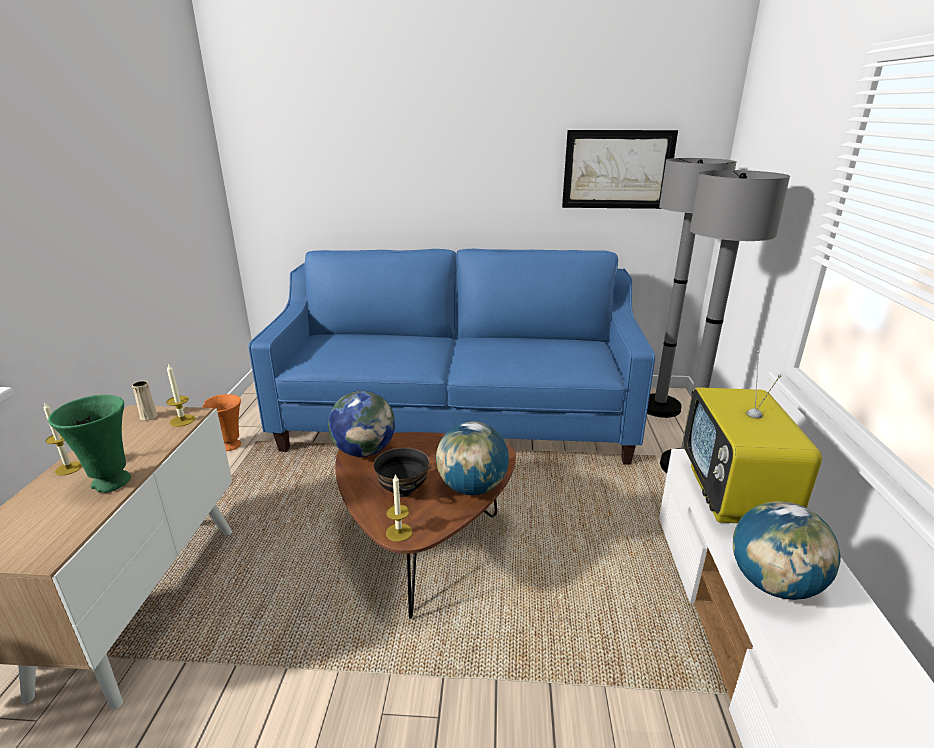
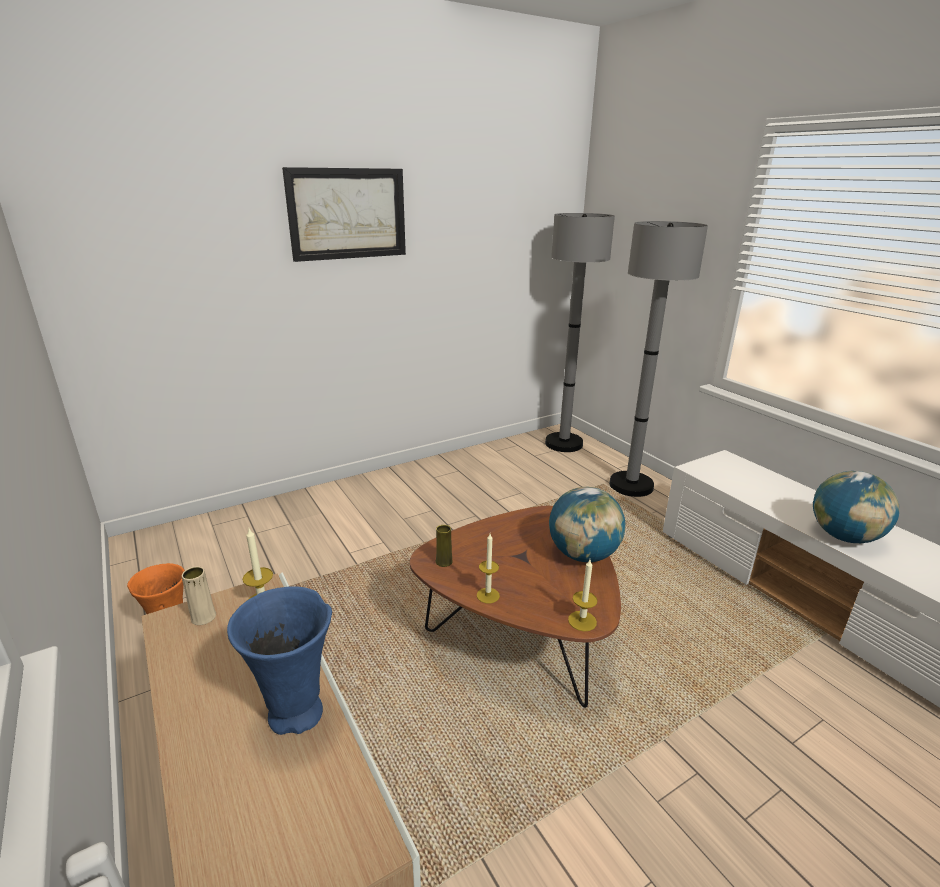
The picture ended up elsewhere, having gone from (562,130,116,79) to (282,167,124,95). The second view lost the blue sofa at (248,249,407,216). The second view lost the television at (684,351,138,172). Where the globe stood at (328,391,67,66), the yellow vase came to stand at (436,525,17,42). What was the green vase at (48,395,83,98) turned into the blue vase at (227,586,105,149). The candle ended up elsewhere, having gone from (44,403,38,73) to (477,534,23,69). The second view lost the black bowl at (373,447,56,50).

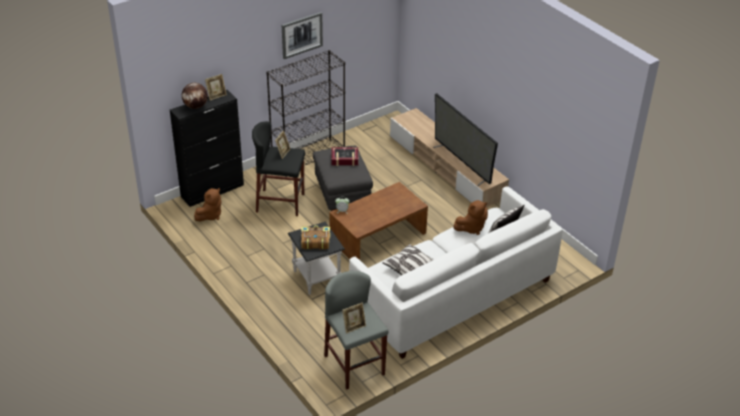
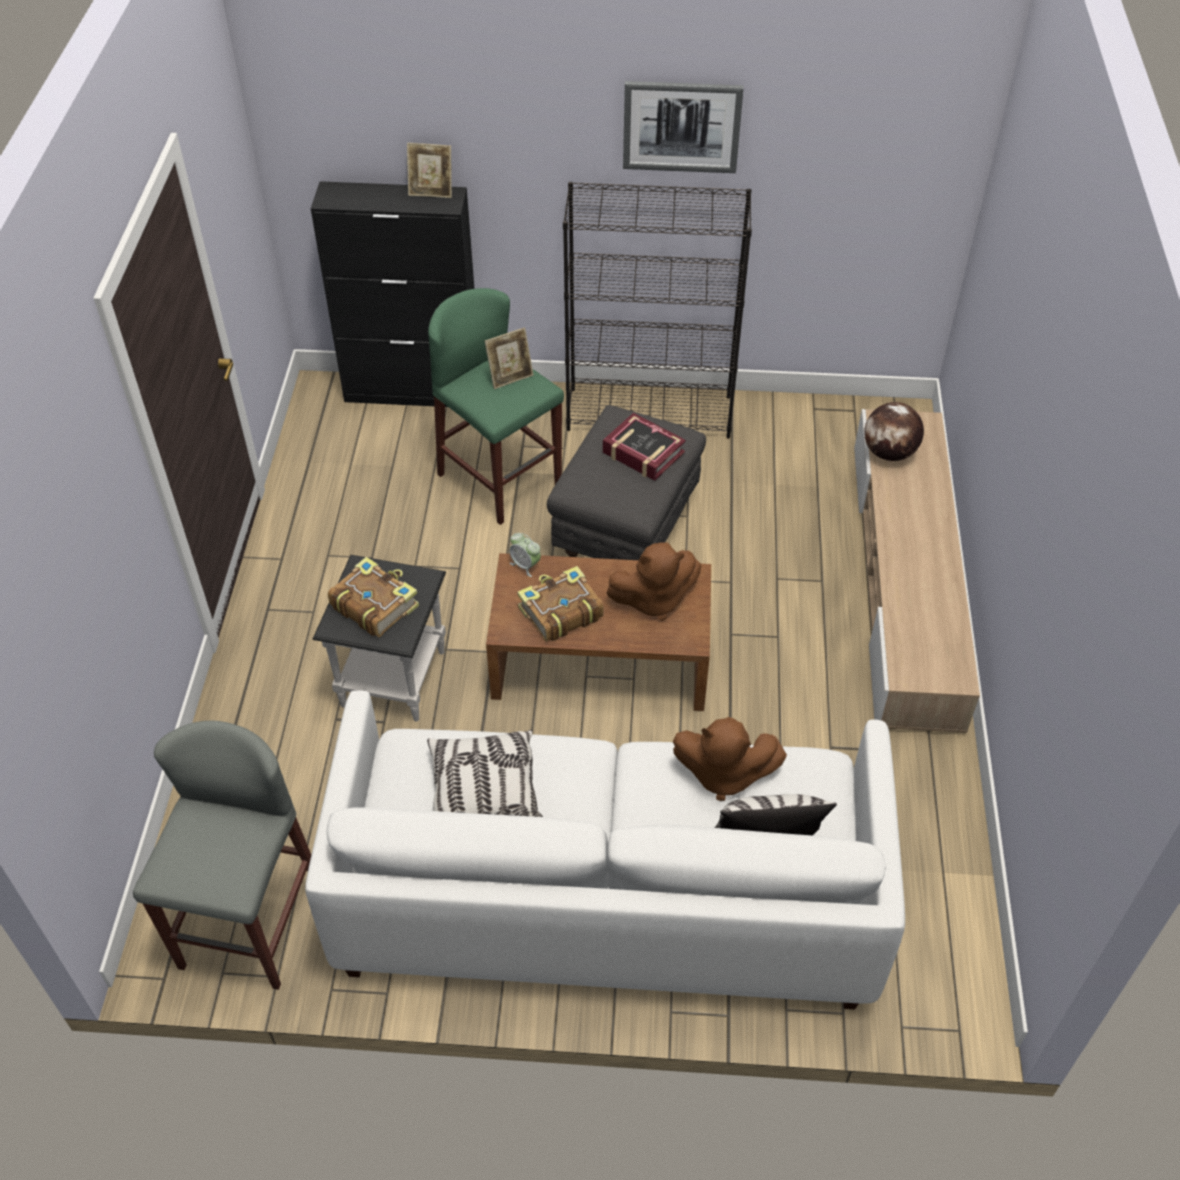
The globe ended up elsewhere, having gone from (182,83,26,26) to (864,402,60,59). The second view lost the television at (433,93,65,93). What was the black stool at (252,121,53,95) turned into the green stool at (428,288,136,237). The brown plush toy ended up elsewhere, having gone from (194,188,27,33) to (606,542,96,79). The second view lost the picture frame at (342,303,24,31). The second view gained the book at (517,566,87,76).

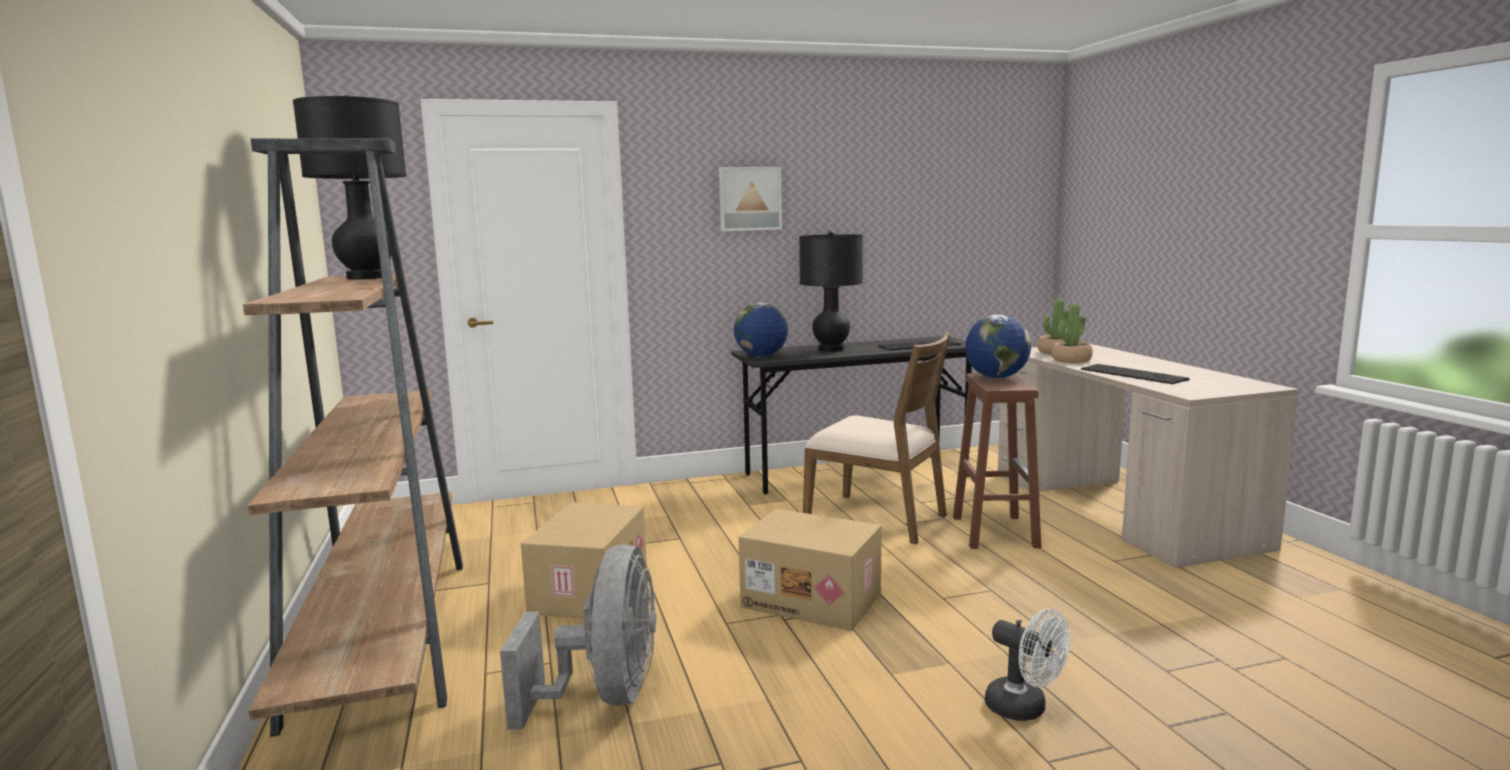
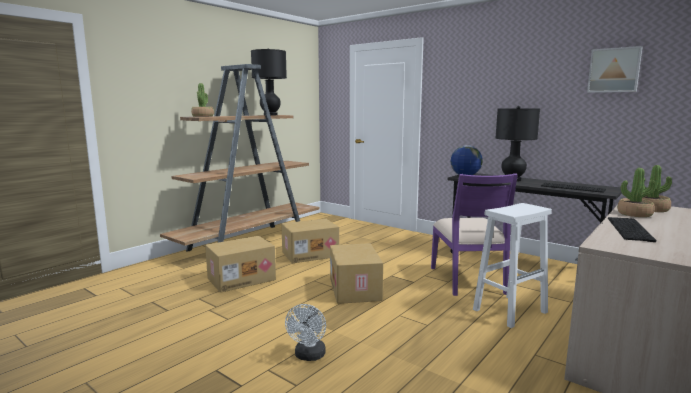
The picture ended up elsewhere, having gone from (719,167,63,64) to (587,46,56,47). The second view lost the globe at (965,315,66,63). What was the brown chair at (803,333,147,211) turned into the purple chair at (431,173,87,123). What was the brown stool at (953,373,88,176) turned into the white stool at (473,203,79,125). Where the grey fan stood at (500,544,156,185), the cardboard box came to stand at (205,236,71,57). The second view gained the potted plant at (191,83,23,34).

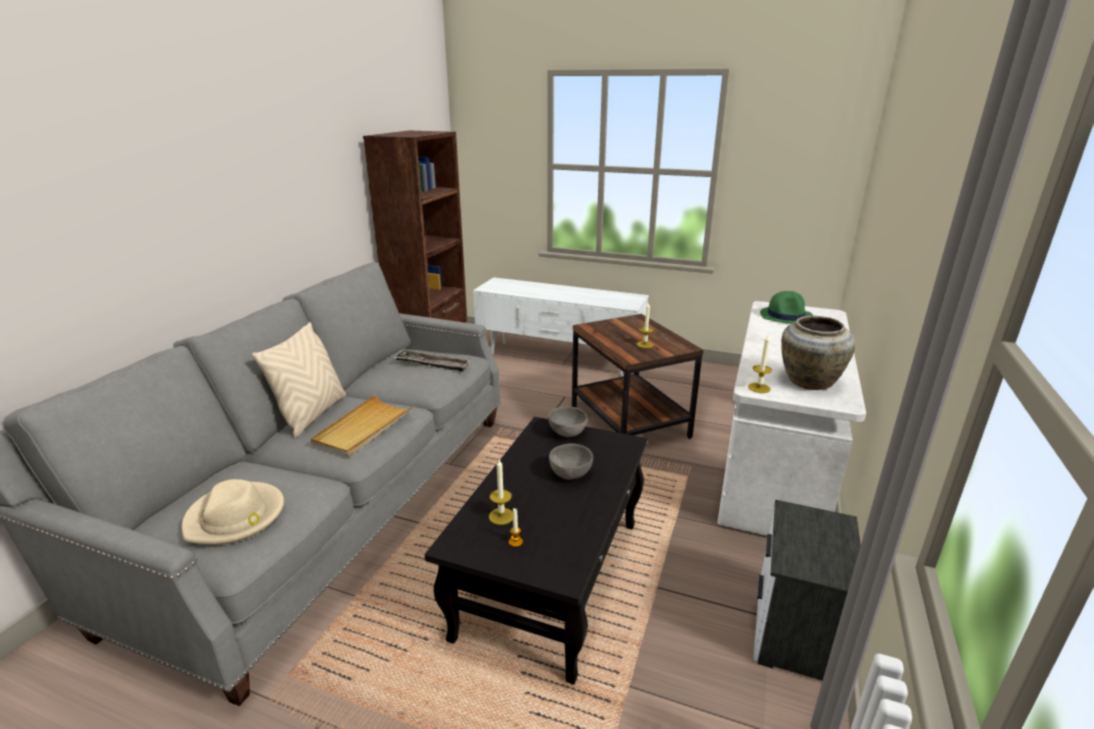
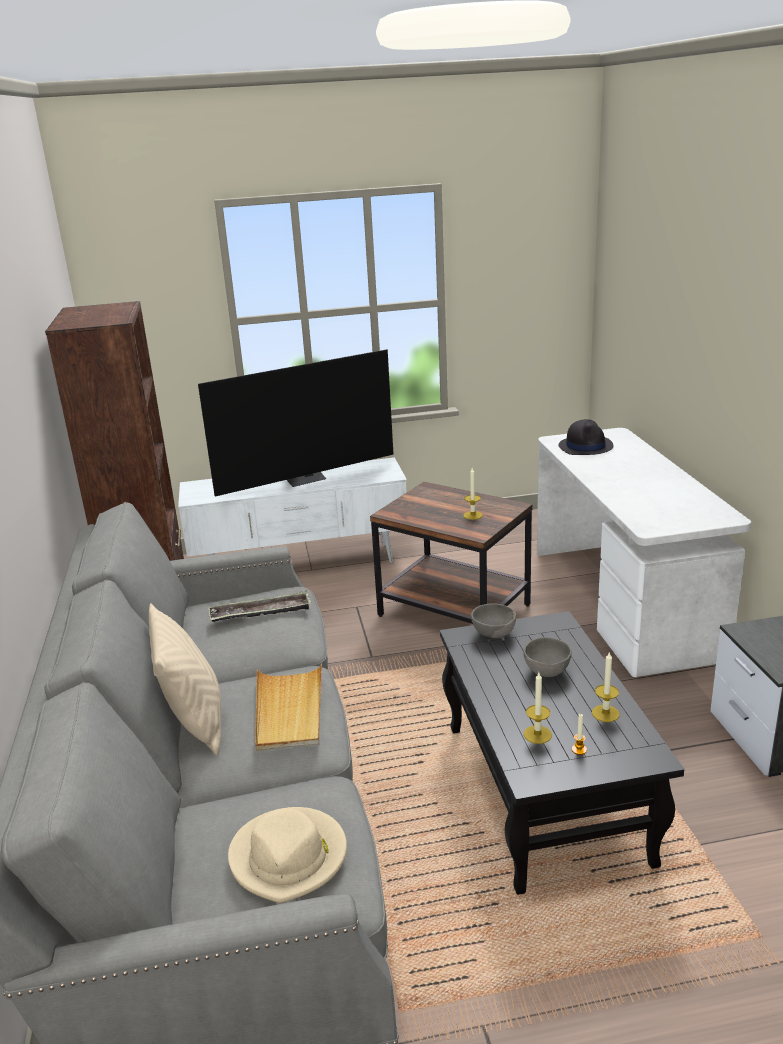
What was the green hat at (760,291,53,33) turned into the black hat at (558,419,56,36). The second view lost the beige vase at (781,316,74,74). The candle ended up elsewhere, having gone from (748,335,24,58) to (592,652,28,70). The second view gained the television at (198,349,196,148).

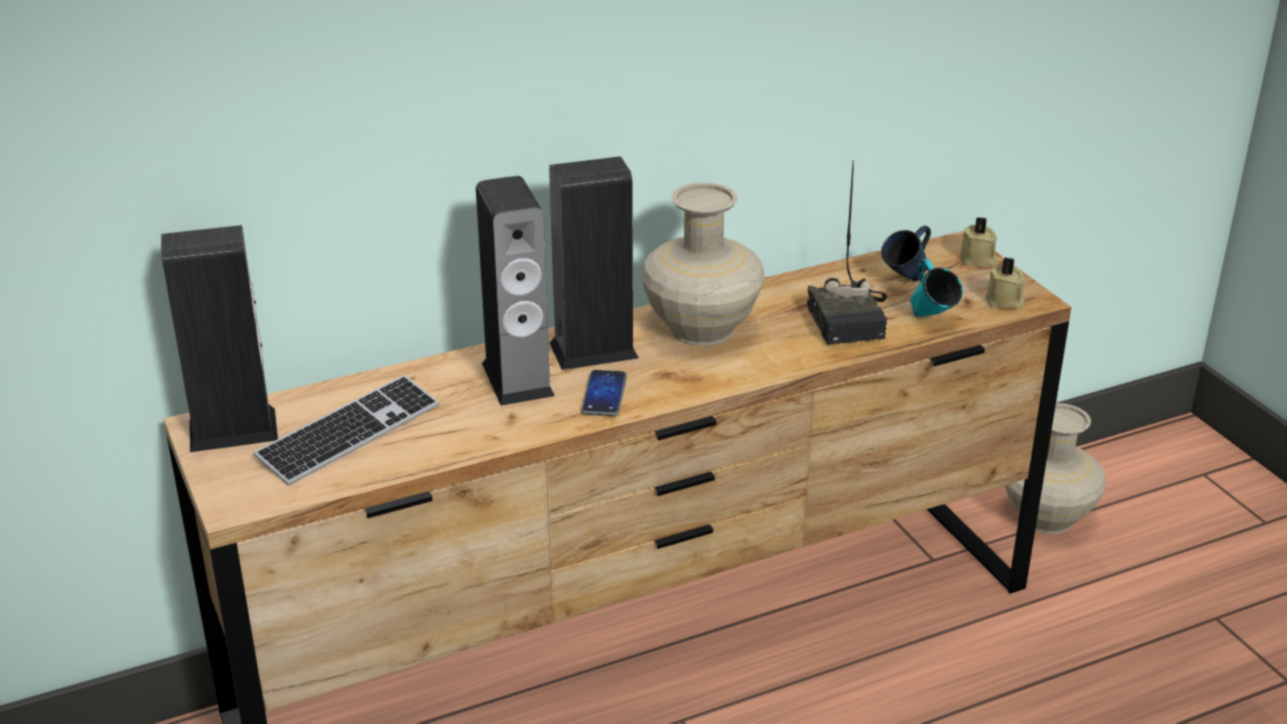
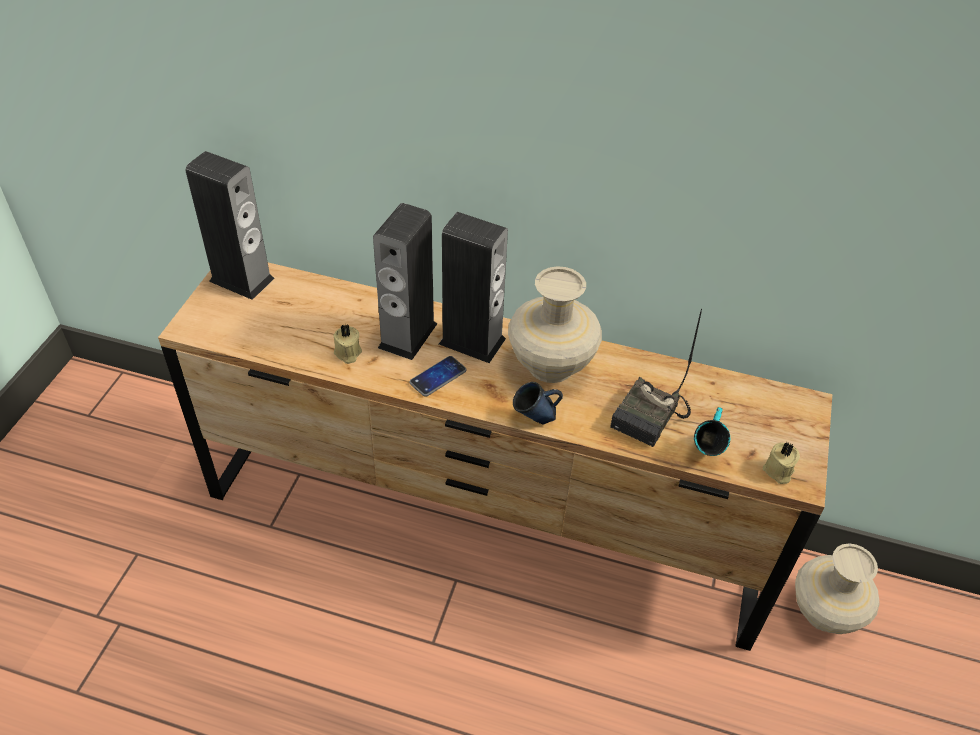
The beige candle ended up elsewhere, having gone from (959,217,38,49) to (334,324,28,40). The blue mug ended up elsewhere, having gone from (881,226,50,55) to (513,382,50,43). The second view lost the keyboard at (254,375,185,110).

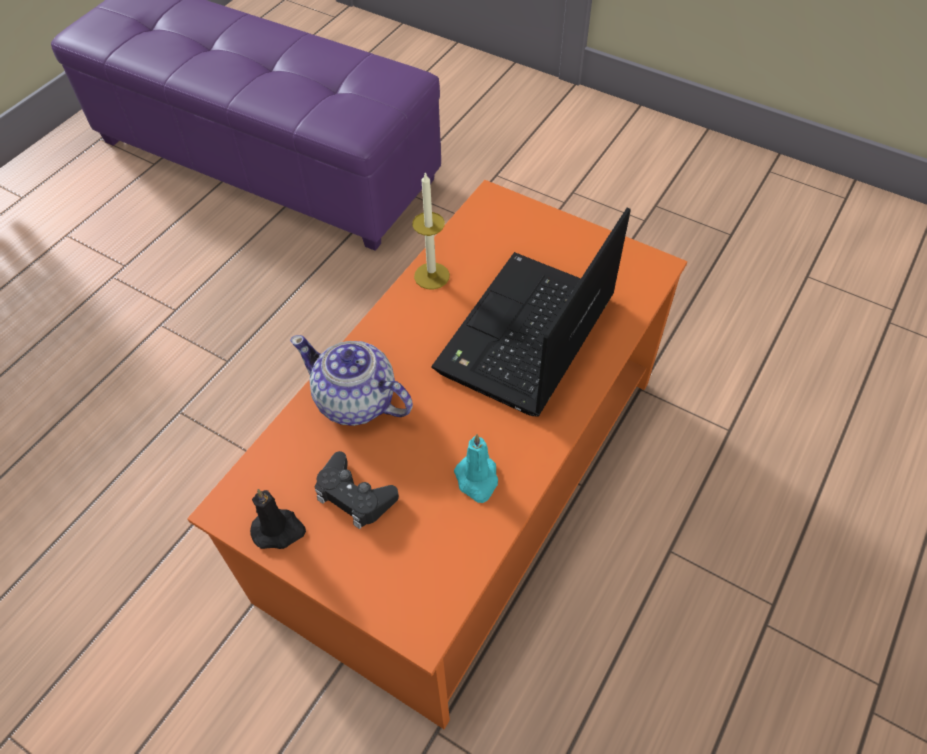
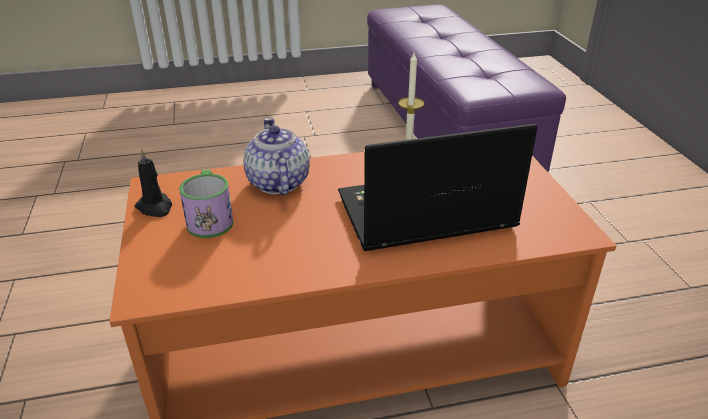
The second view lost the turquoise candle at (454,434,44,69). Where the black game controller stood at (315,451,84,78), the mug came to stand at (179,169,54,69).

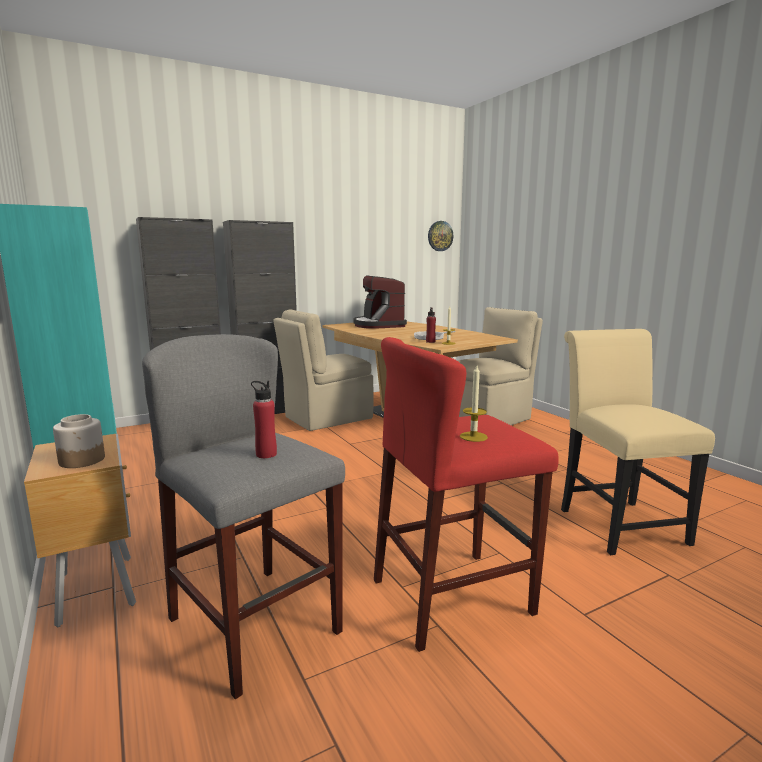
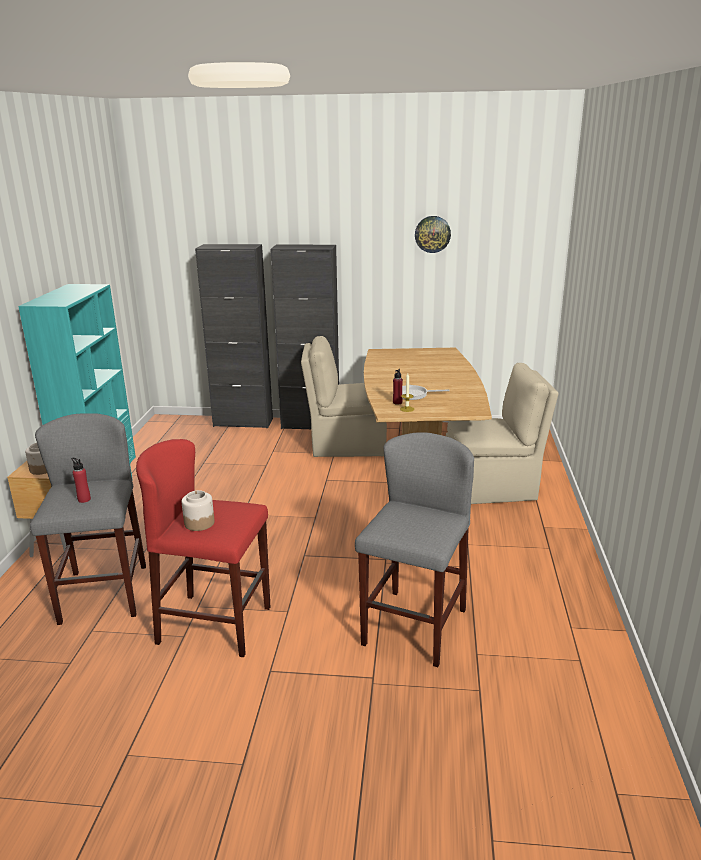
The wall clock ended up elsewhere, having gone from (428,221,25,30) to (415,216,36,37). The second view lost the coffee machine at (353,275,54,54). Where the beige chair stood at (561,329,154,226), the grey stool came to stand at (355,432,119,235). Where the candle stood at (460,365,28,77), the jar came to stand at (182,490,33,41).

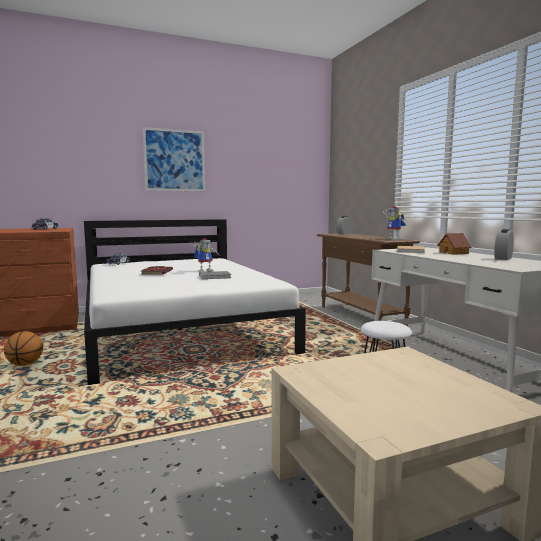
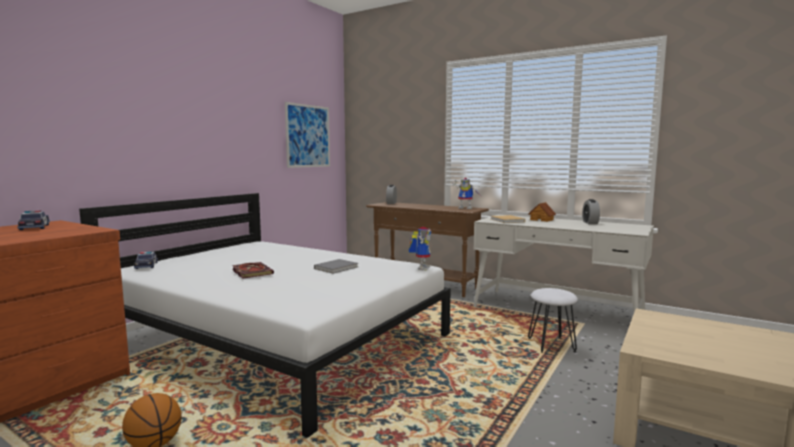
The picture ended up elsewhere, having gone from (143,127,62,64) to (285,102,45,66). The toy robot ended up elsewhere, having gone from (191,238,30,34) to (409,227,22,44).

